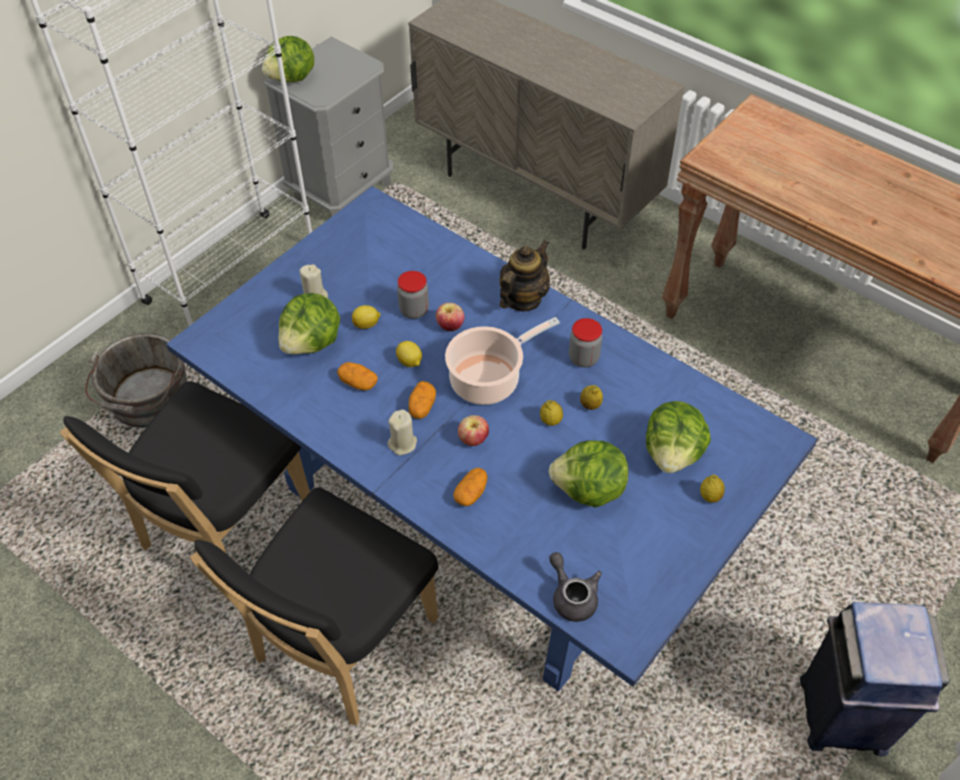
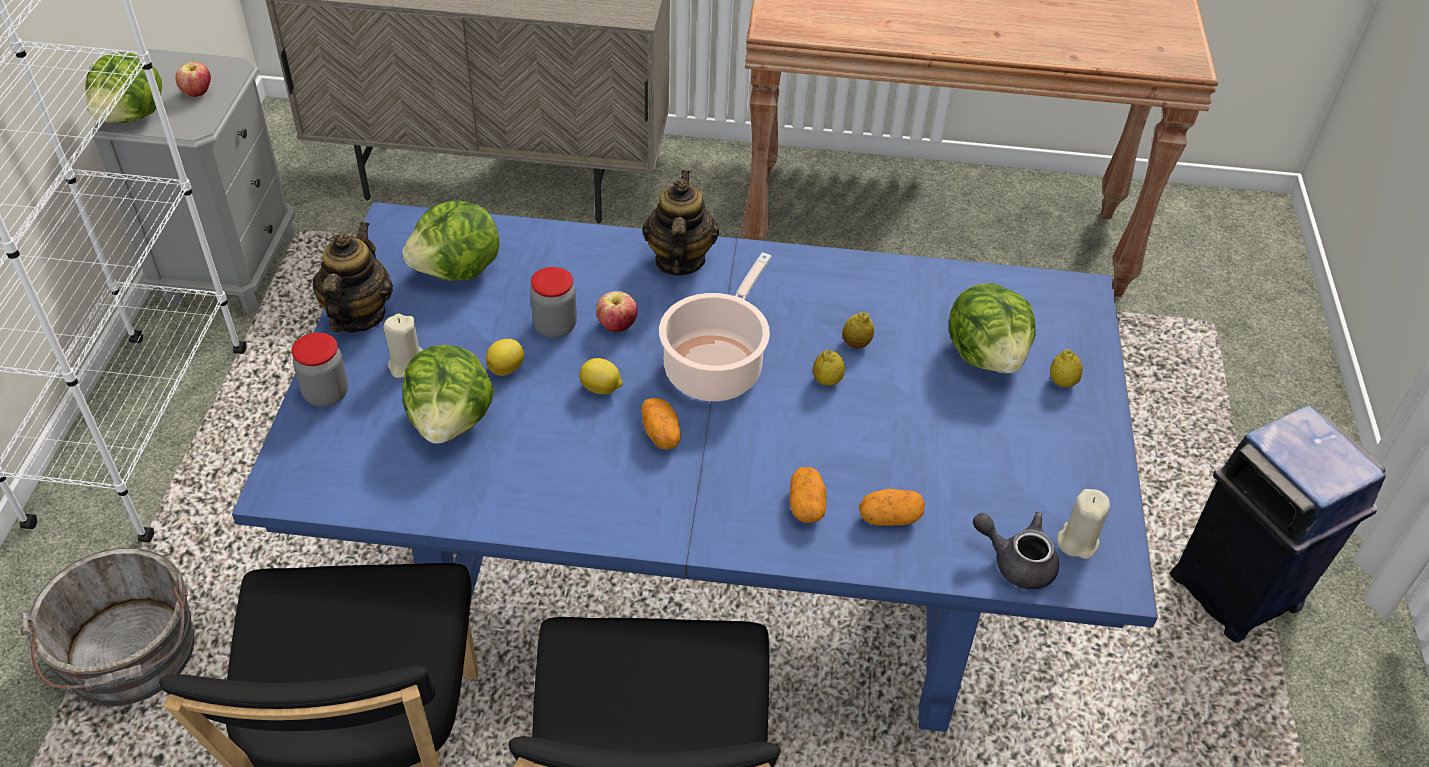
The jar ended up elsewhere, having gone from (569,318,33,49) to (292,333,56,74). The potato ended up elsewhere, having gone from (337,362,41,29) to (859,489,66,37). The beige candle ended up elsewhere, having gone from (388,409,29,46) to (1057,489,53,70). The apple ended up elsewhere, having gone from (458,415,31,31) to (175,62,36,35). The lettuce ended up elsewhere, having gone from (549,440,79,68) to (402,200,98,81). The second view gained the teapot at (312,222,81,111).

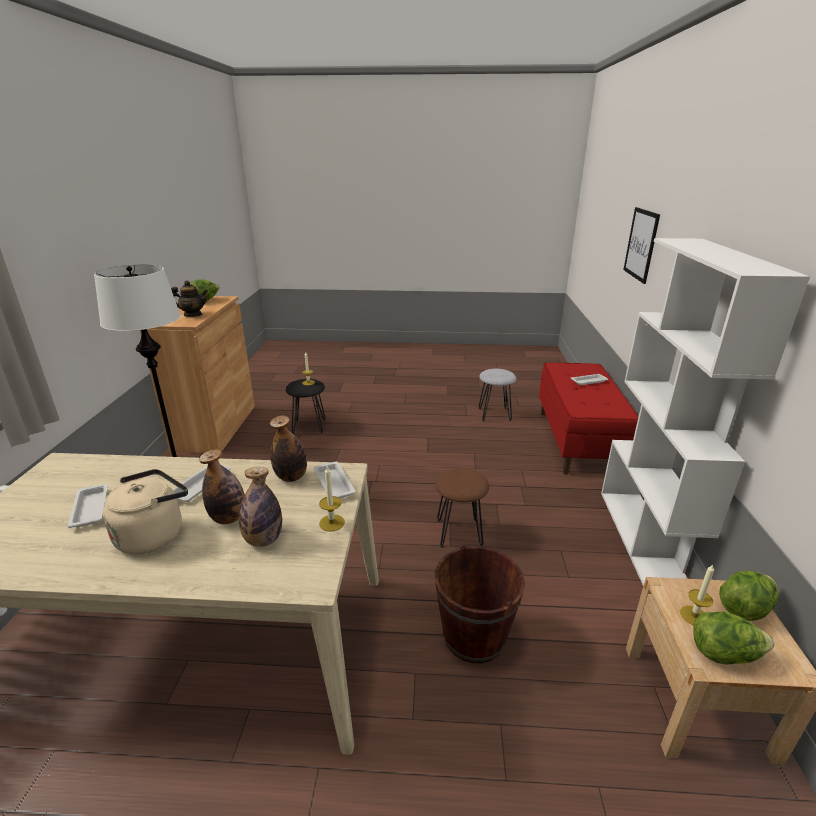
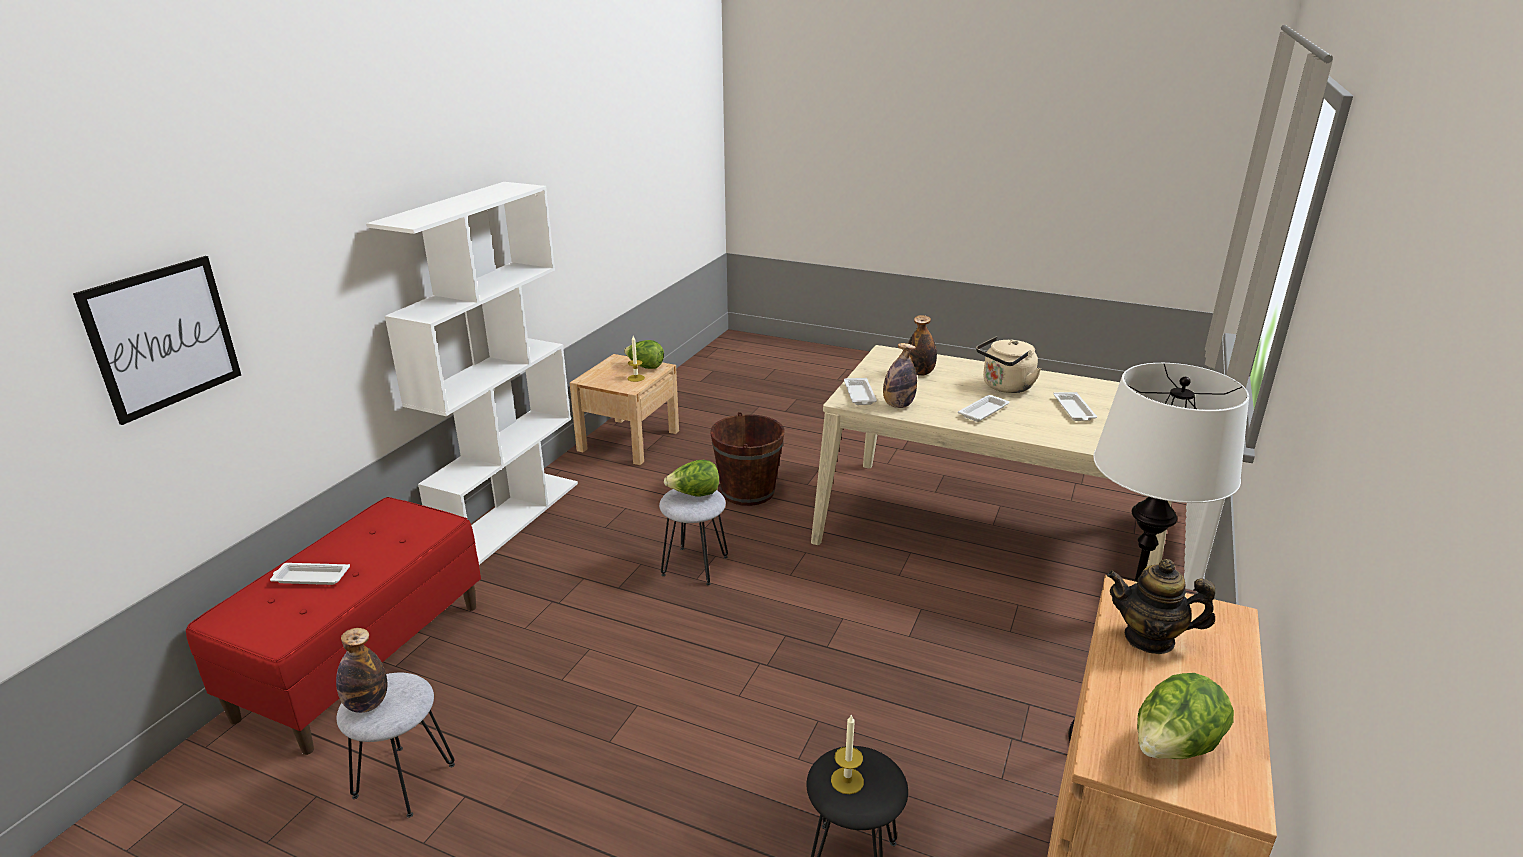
The bottle ended up elsewhere, having gone from (199,449,46,75) to (336,628,51,85). The second view lost the candle at (319,466,26,66). What was the brown stool at (435,468,54,80) turned into the grey stool at (659,489,69,97). The lettuce ended up elsewhere, having gone from (719,571,60,50) to (664,460,55,36).

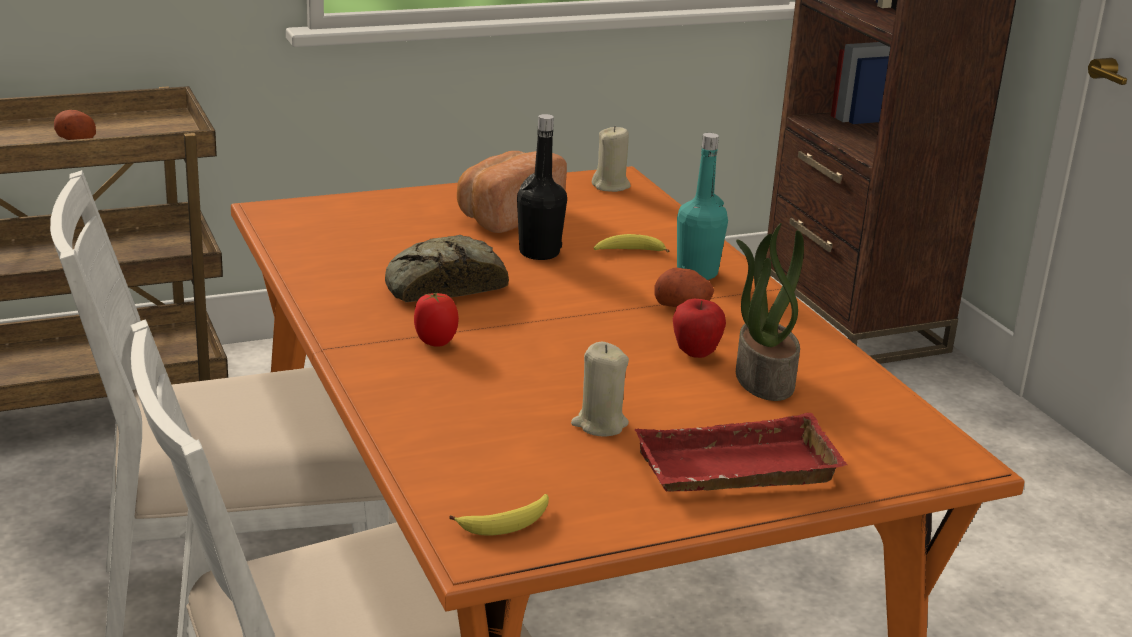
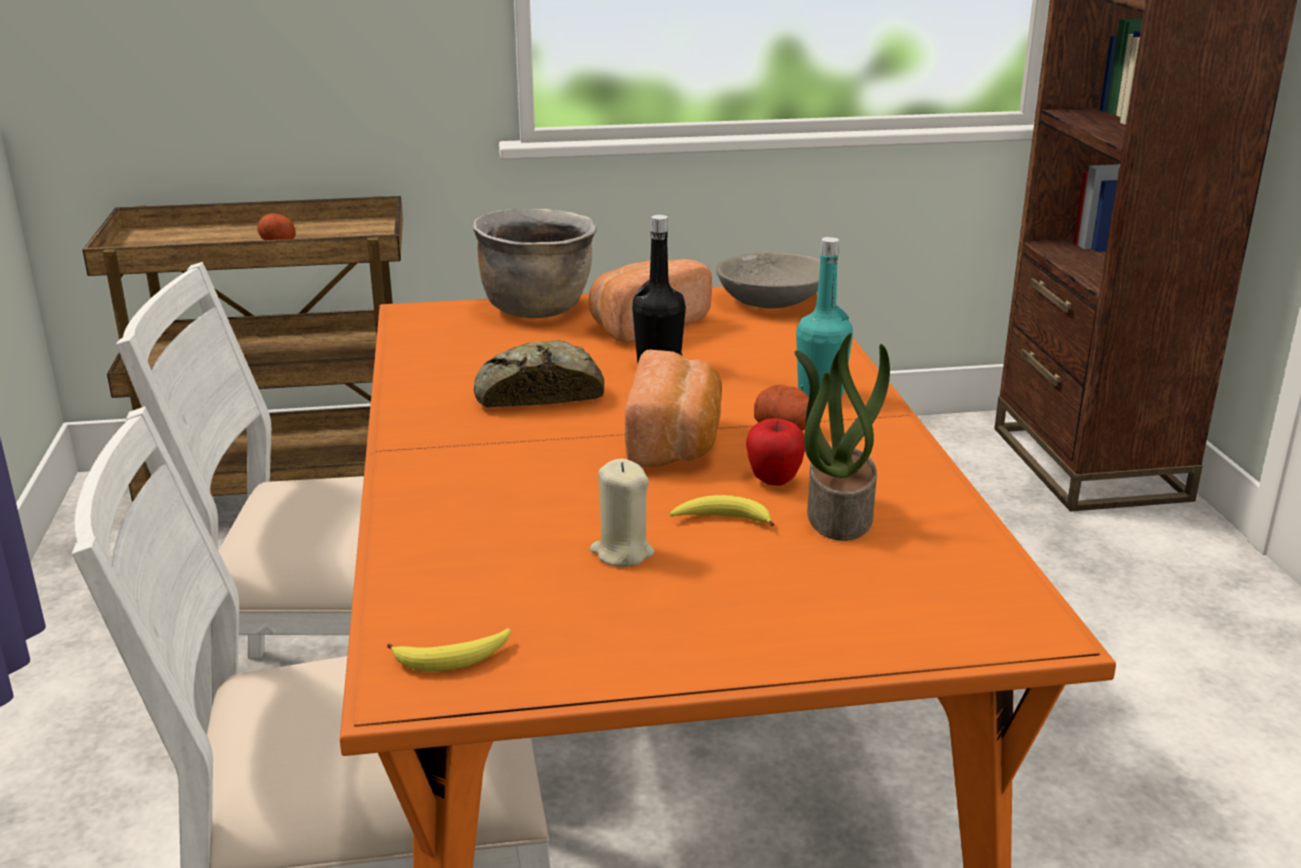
Where the beige candle stood at (592,126,39,66), the grey bowl came to stand at (716,252,105,56). The banana ended up elsewhere, having gone from (594,234,75,19) to (670,495,104,31). The second view lost the tomato at (414,293,45,54). The second view lost the red tray at (634,413,214,78). The second view gained the brown cooking pot at (473,209,124,109). The second view gained the bread at (625,350,97,117).

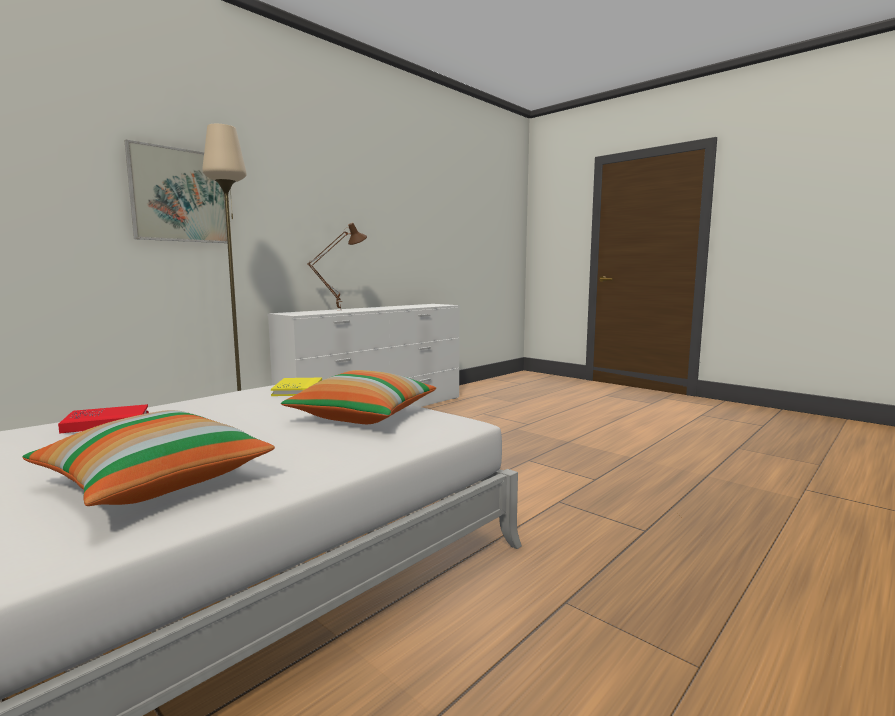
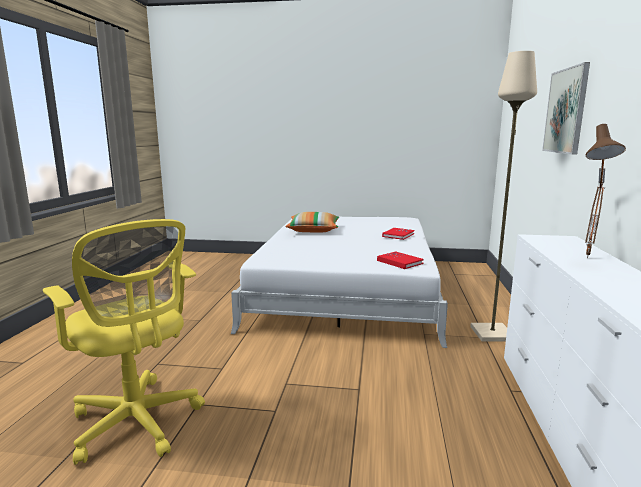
The second view lost the pillow at (281,370,155,54). What was the yellow book at (271,378,51,18) turned into the red book at (377,251,47,18). The second view gained the yellow office chair at (43,219,162,246).

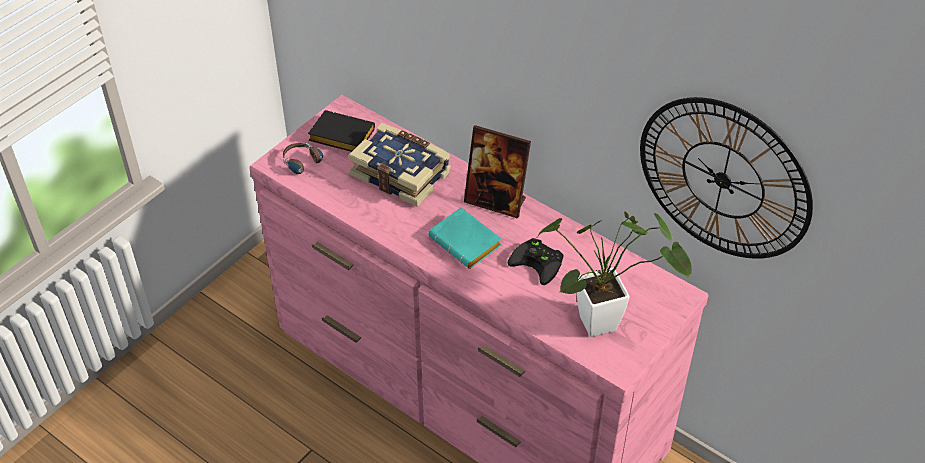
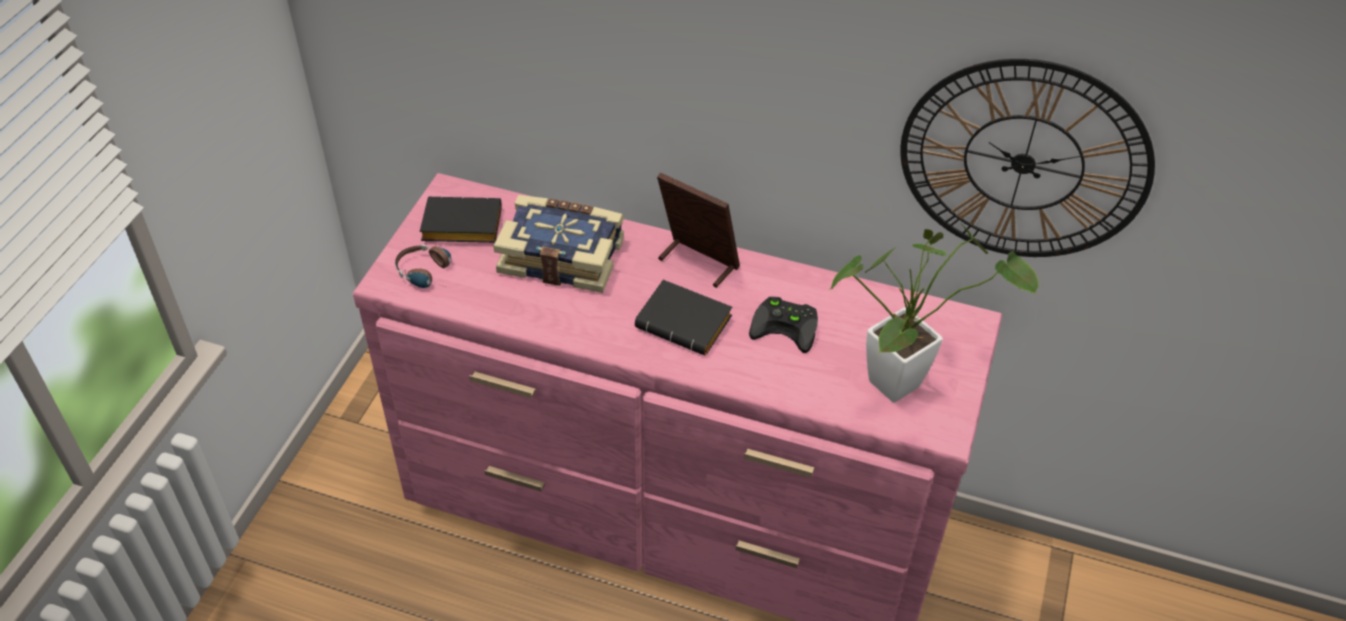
The picture frame at (464,125,67,94) ended up facing another way, 150 degrees counterclockwise from before. What was the turquoise book at (428,207,73,62) turned into the black book at (635,280,97,76).

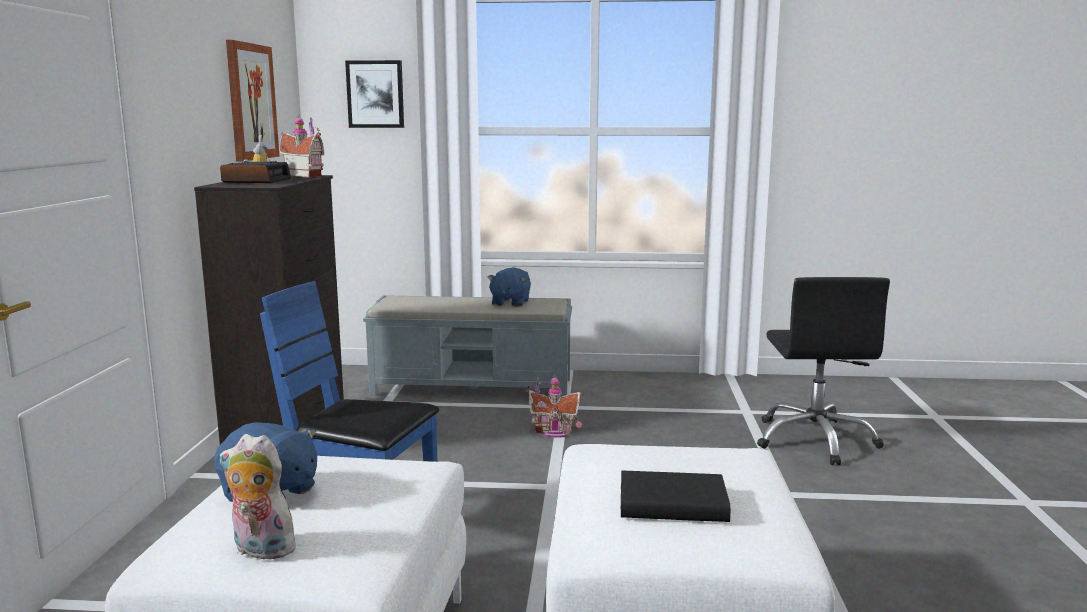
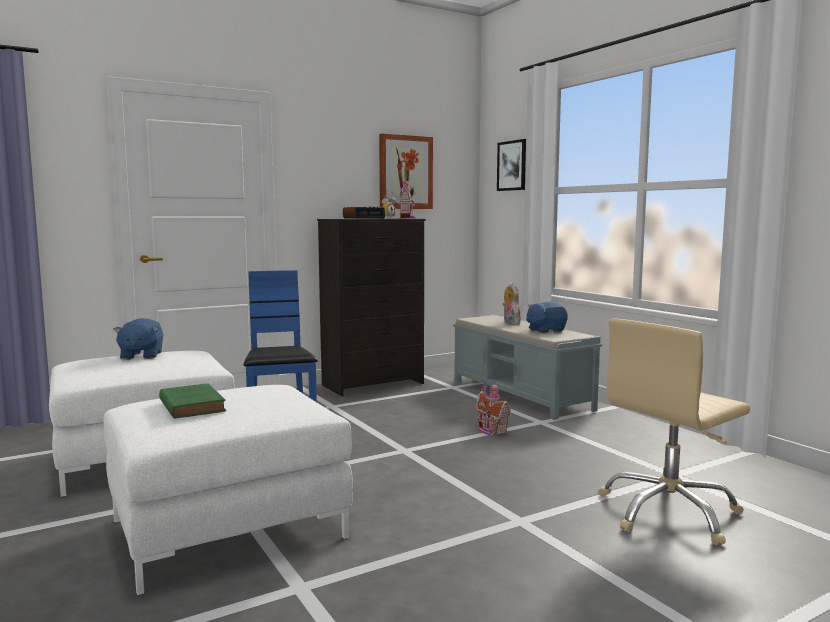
What was the black office chair at (757,277,133,188) turned into the beige office chair at (599,318,151,227). The plush toy ended up elsewhere, having gone from (220,434,81,126) to (502,282,19,43). What was the black book at (621,470,110,52) turned into the green book at (159,383,67,36).

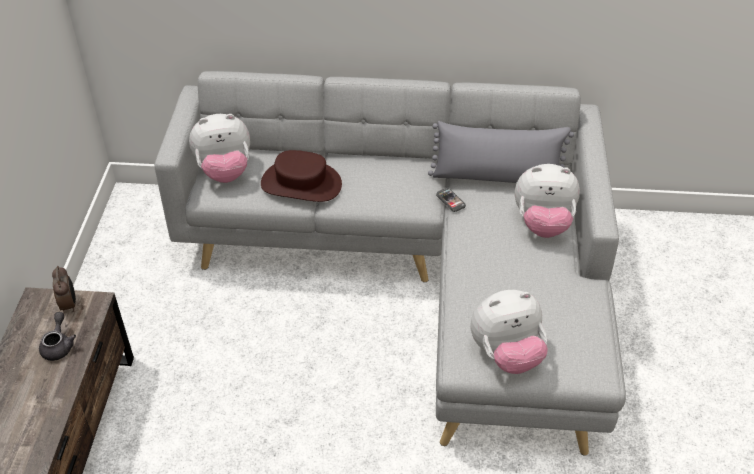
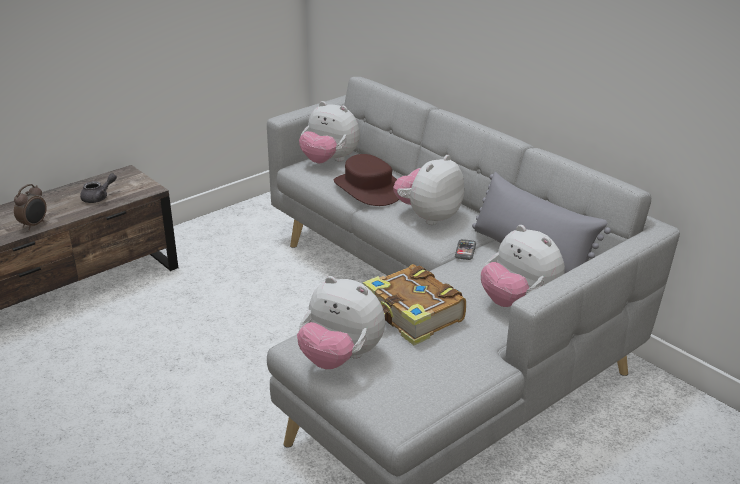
The alarm clock ended up elsewhere, having gone from (52,266,24,47) to (14,184,33,46). The second view gained the plush toy at (393,155,71,70). The second view gained the book at (363,264,103,81).

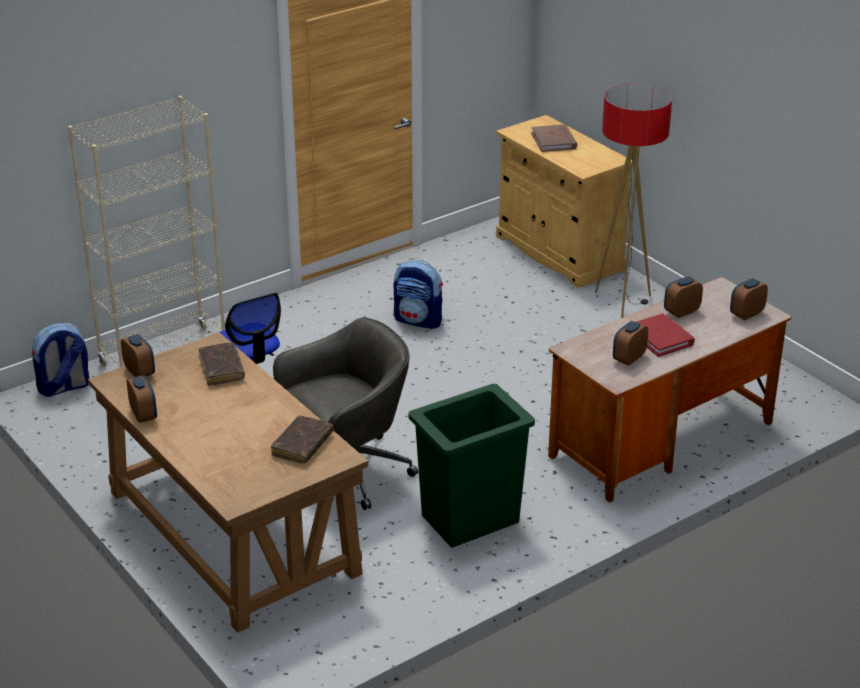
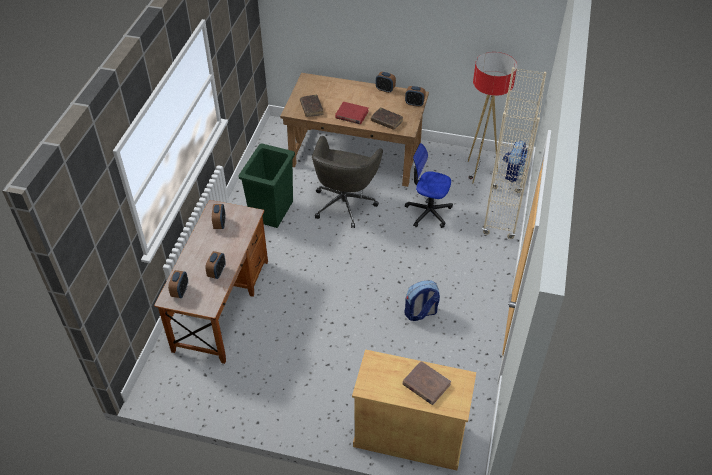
The floor lamp ended up elsewhere, having gone from (595,83,77,235) to (468,52,49,131). The red book ended up elsewhere, having gone from (637,314,58,43) to (335,102,34,22).

